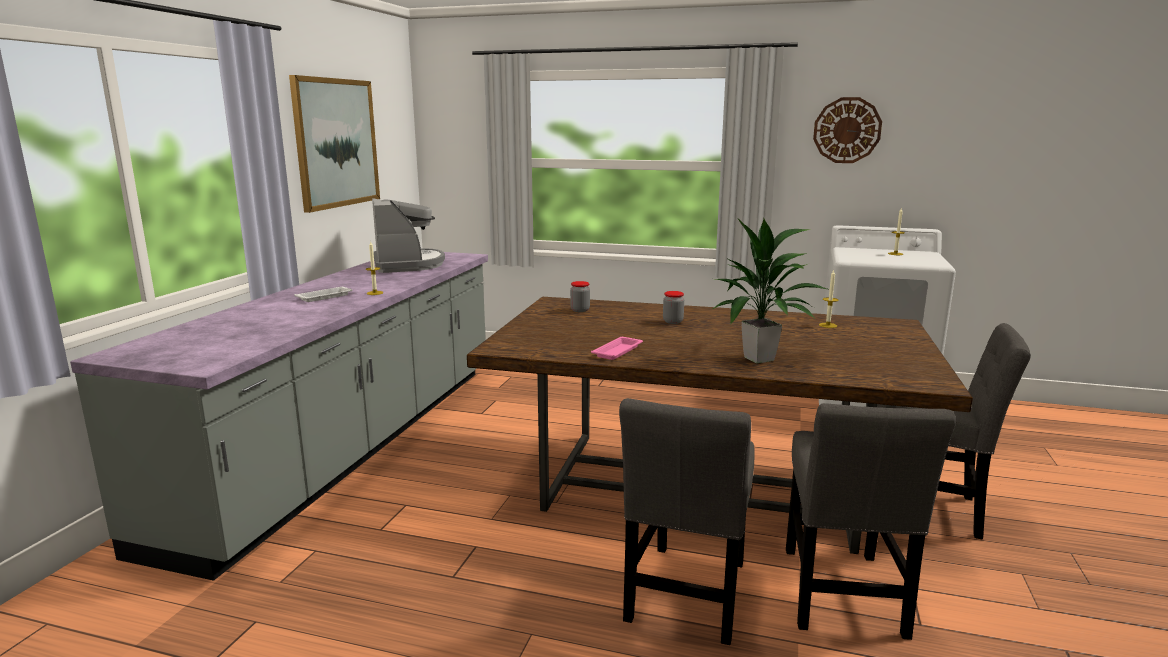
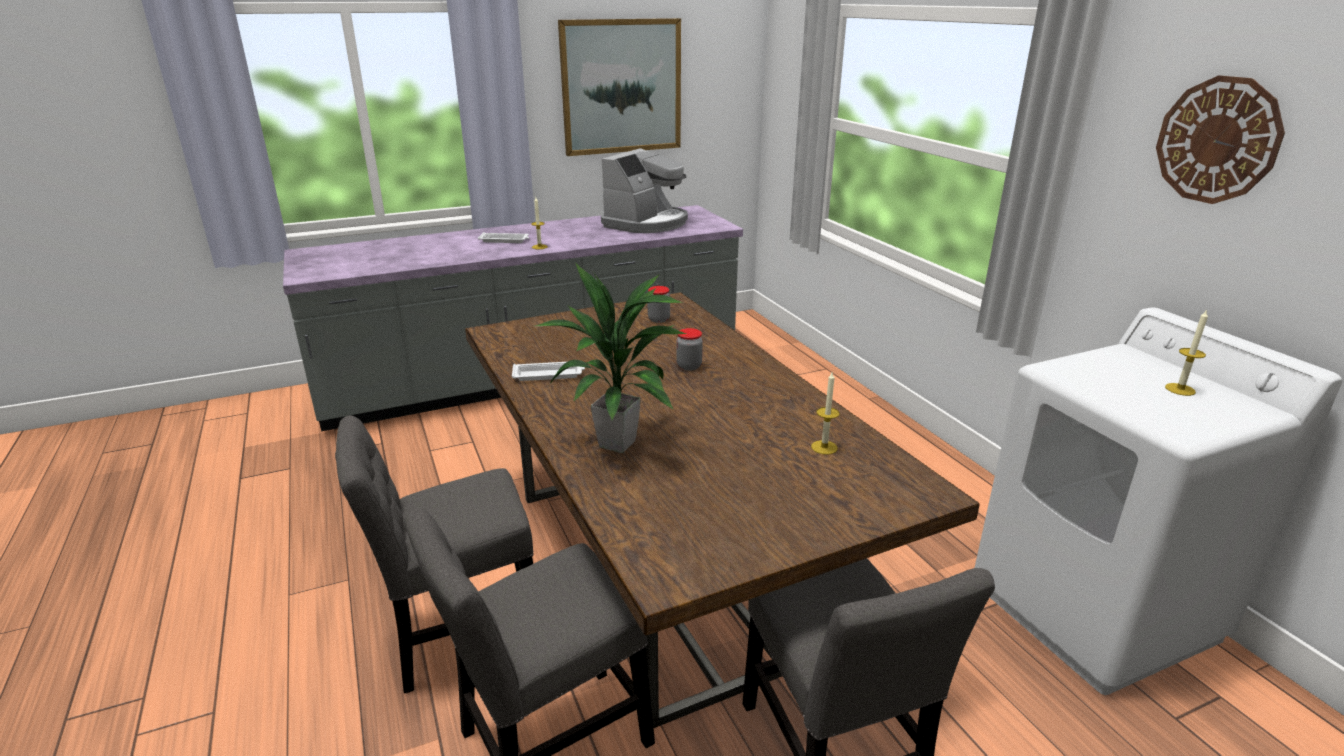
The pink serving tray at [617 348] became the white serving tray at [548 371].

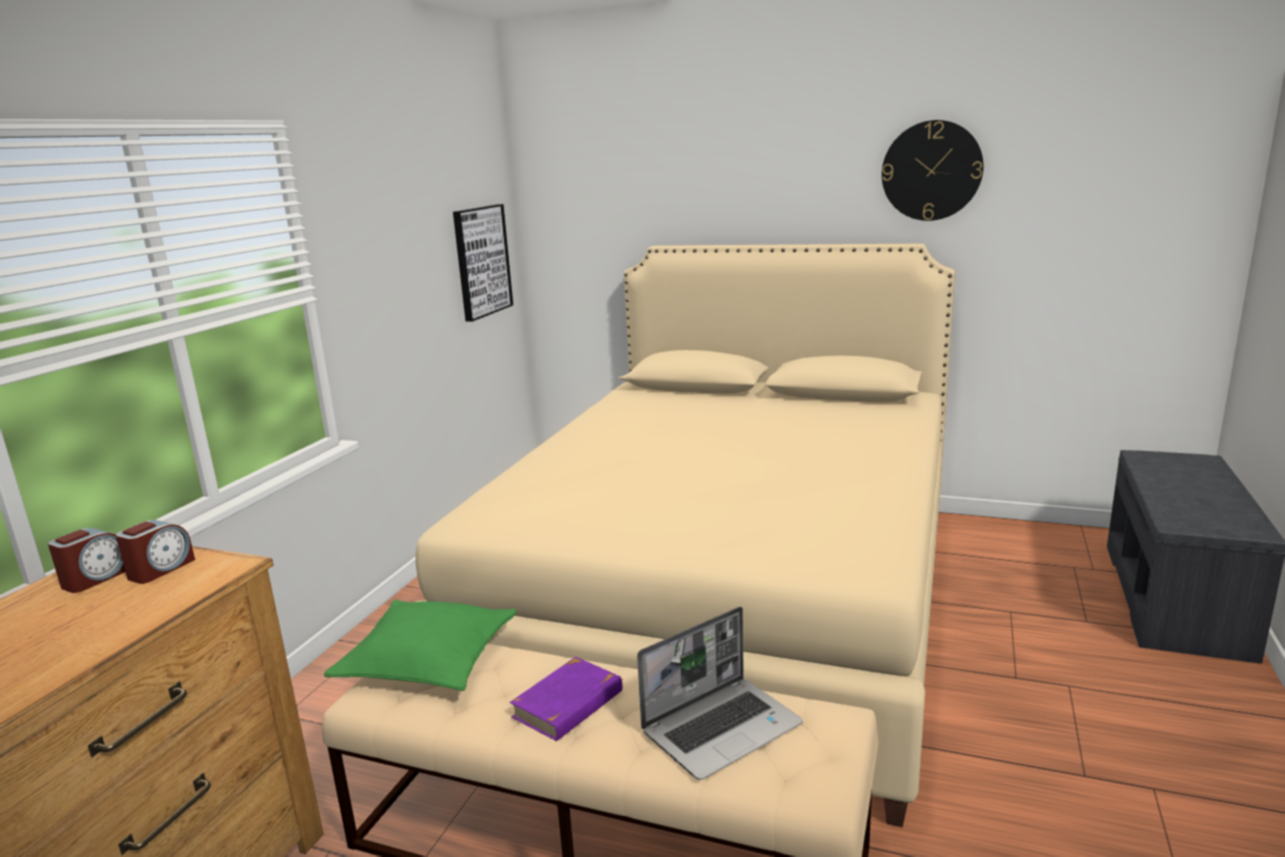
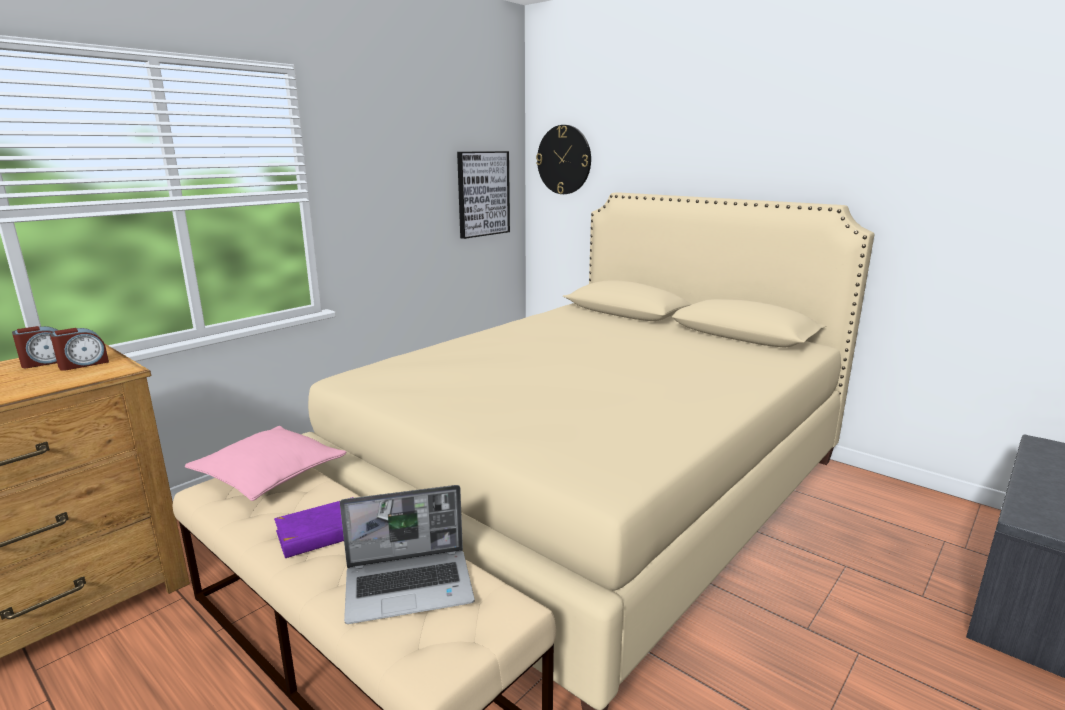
The hanging clock moved from [933 170] to [563 159].
The greenish throw pillow at [420 645] became the pink throw pillow at [265 463].

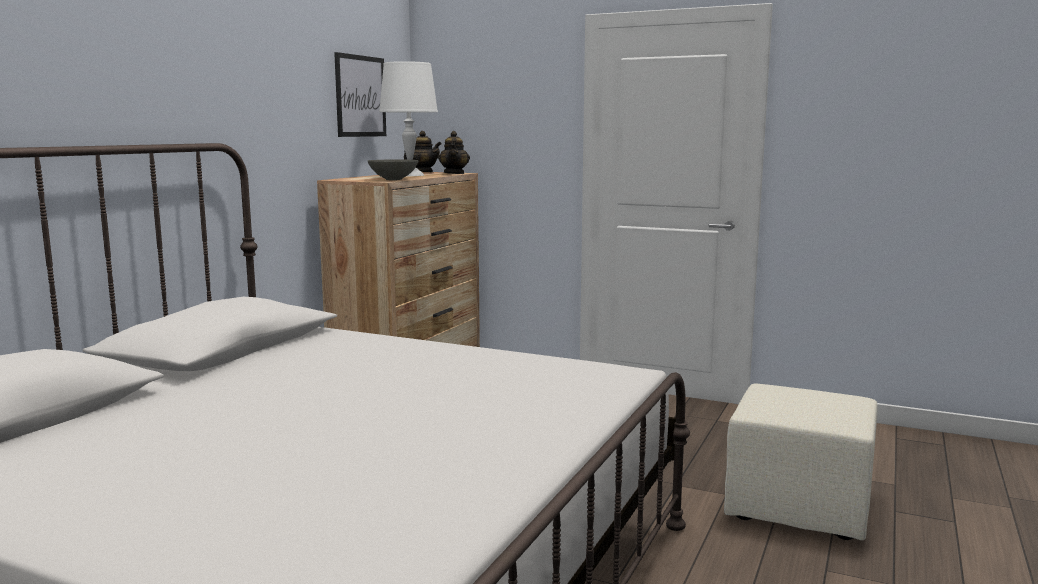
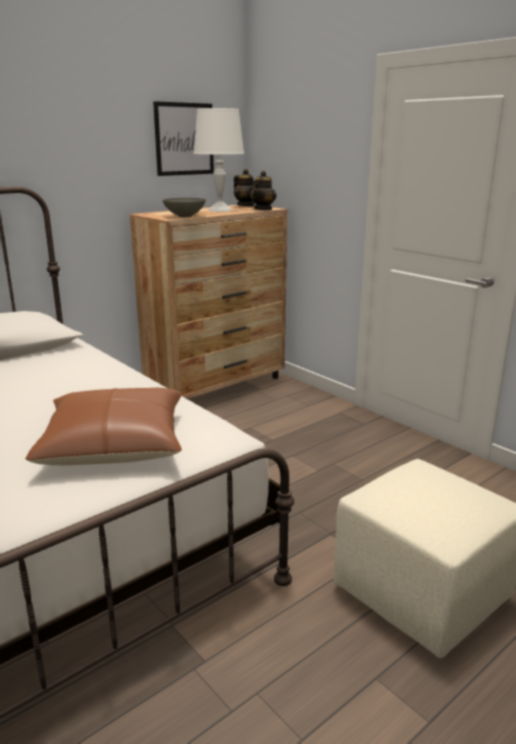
The brown-coloured throw pillow at [103 426] appeared.

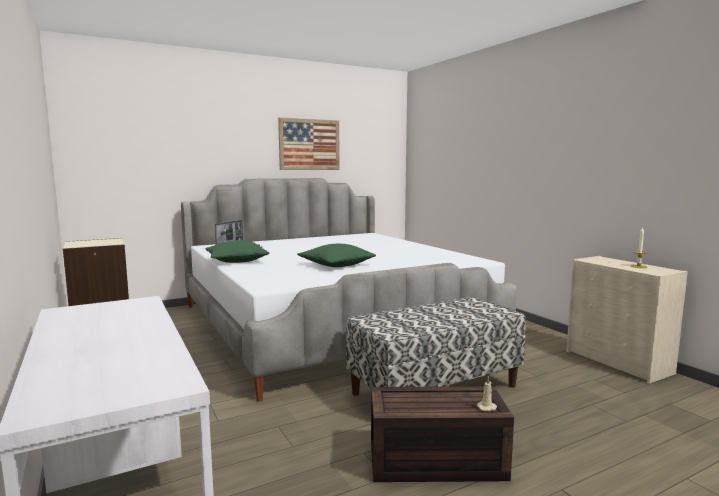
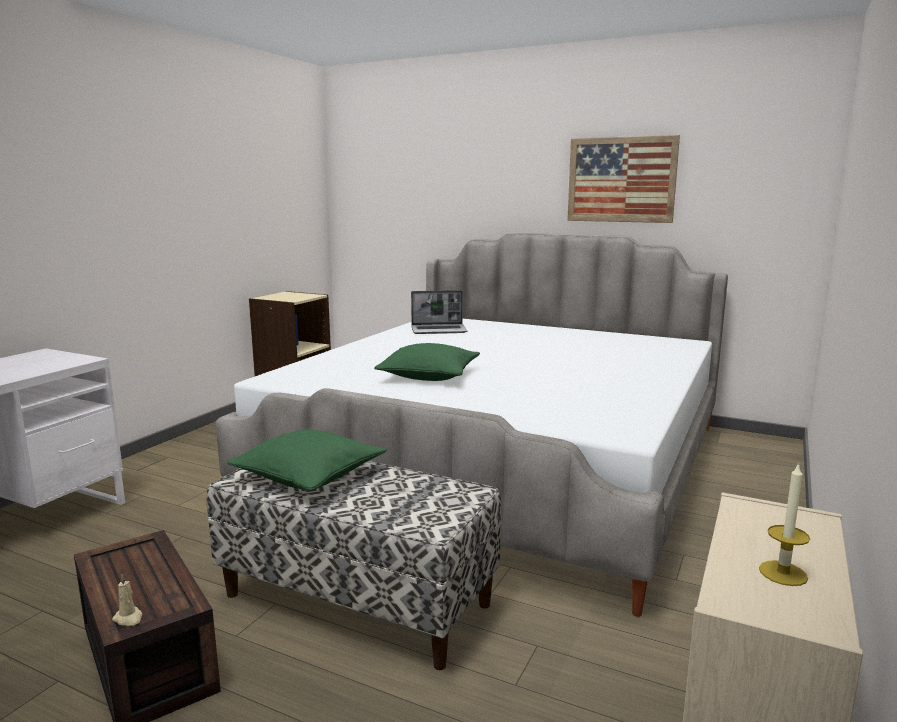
The greenish throw pillow moved from [237 251] to [307 459].

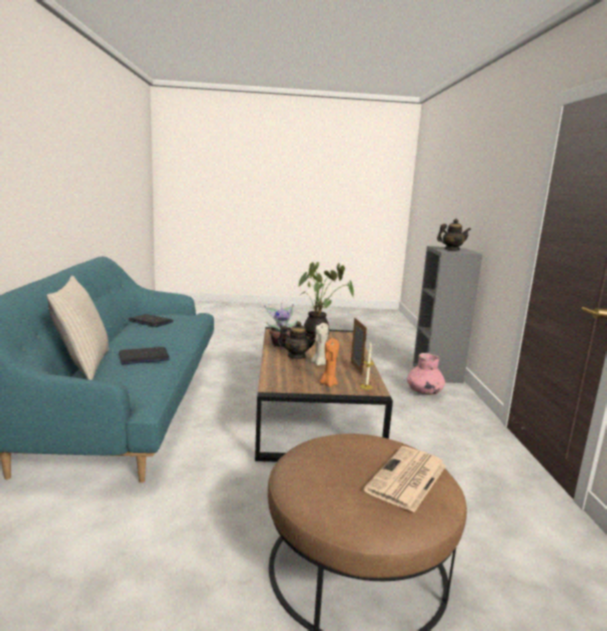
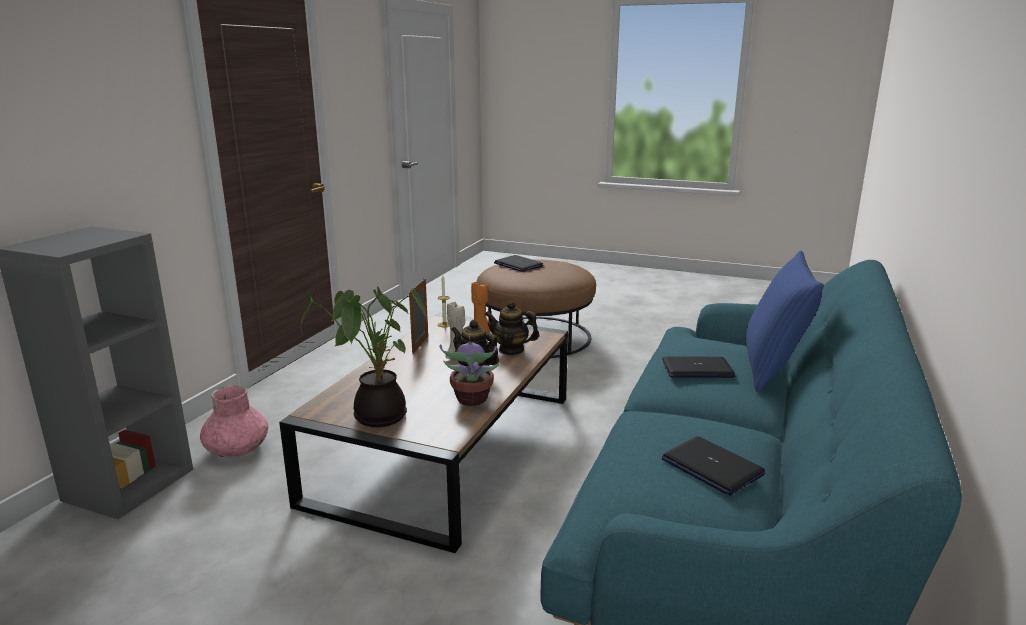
The pot for tea moved from [454 234] to [512 328].
The printed paper at [404 479] was replaced by the portable computer at [518 263].
The sand-coloured throw pillow at [77 328] became the bluish throw pillow at [785 321].

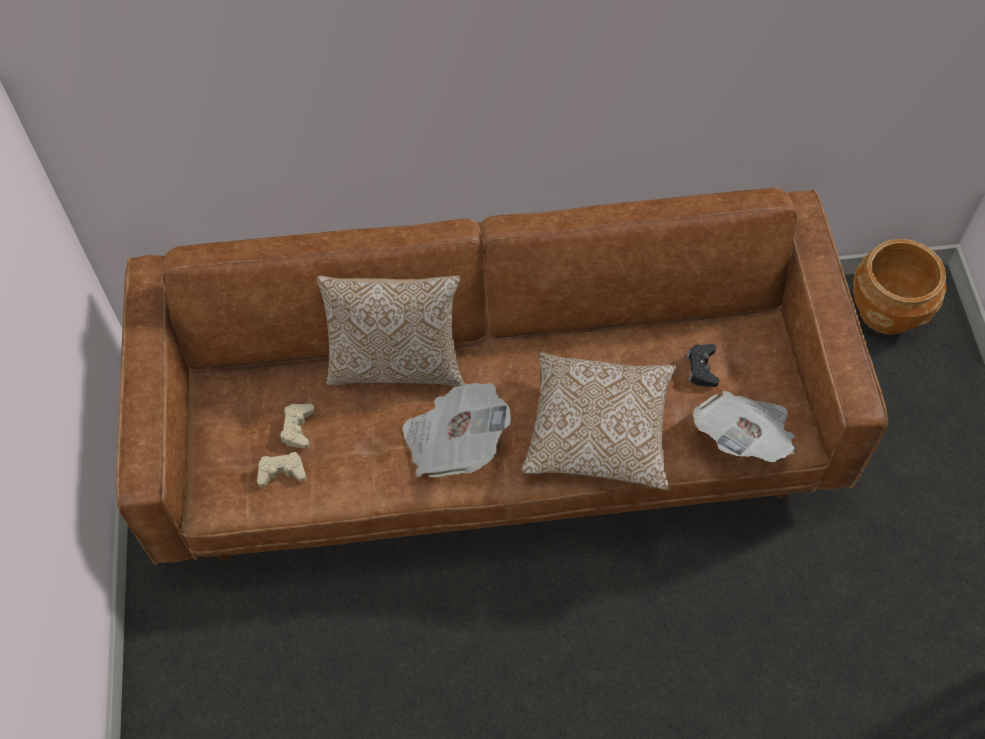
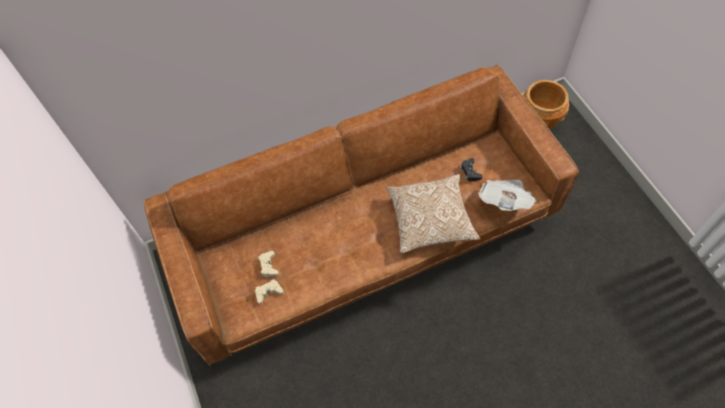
The throw pillow at [390 330] disappeared.
The printed paper at [456 430] disappeared.

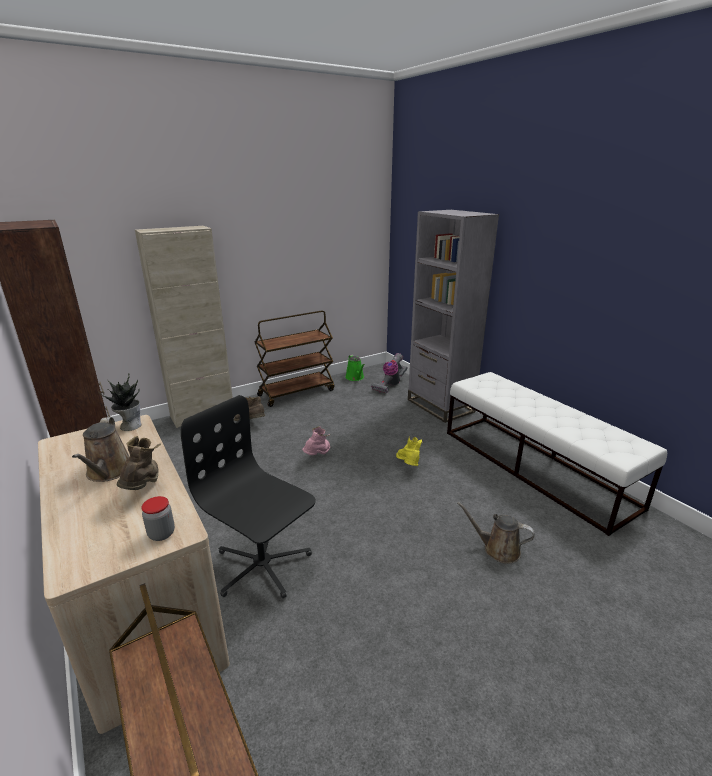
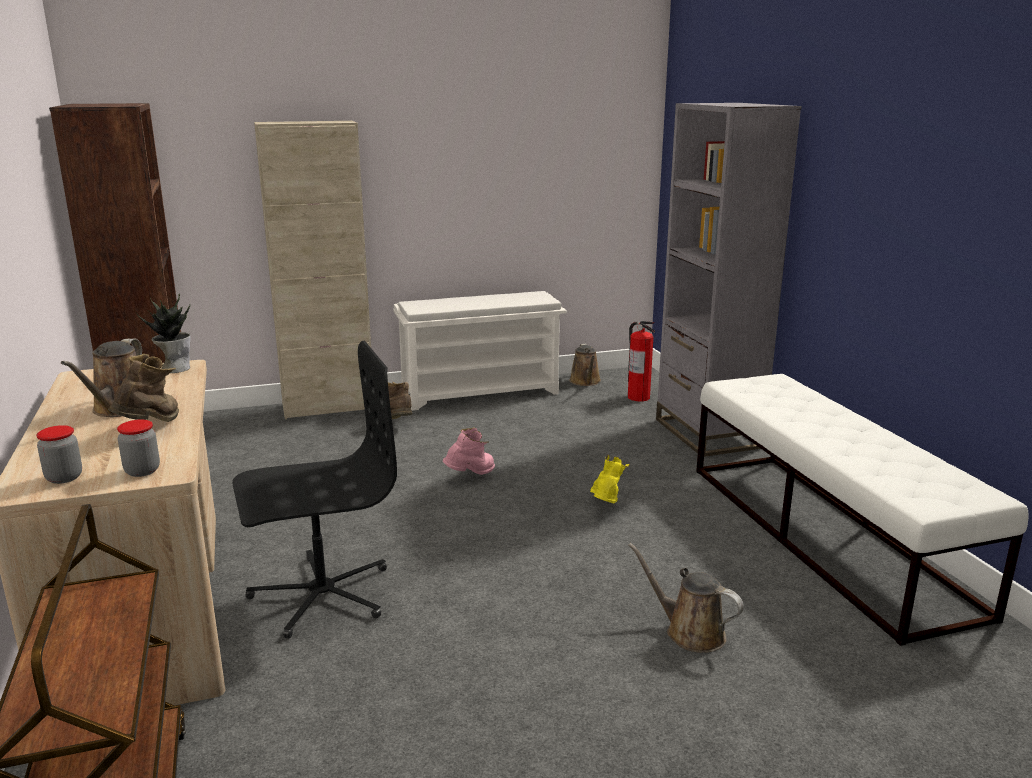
The storage jar at [59 454] appeared.
The brown-coloured trolley at [295 358] was replaced by the white shoe stand at [480 351].
The vacuum cleaner at [389 373] was replaced by the extinguisher at [641 361].
The greenish watering pot at [355 368] became the brown-coloured watering pot at [585 365].
The black desk chair at [248 497] turned 105 degrees clockwise.

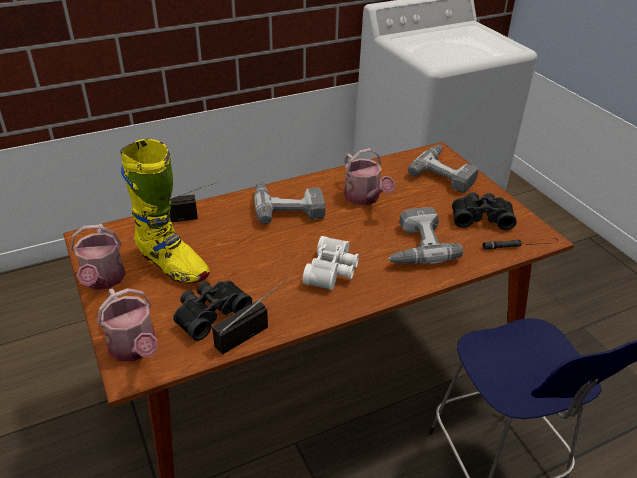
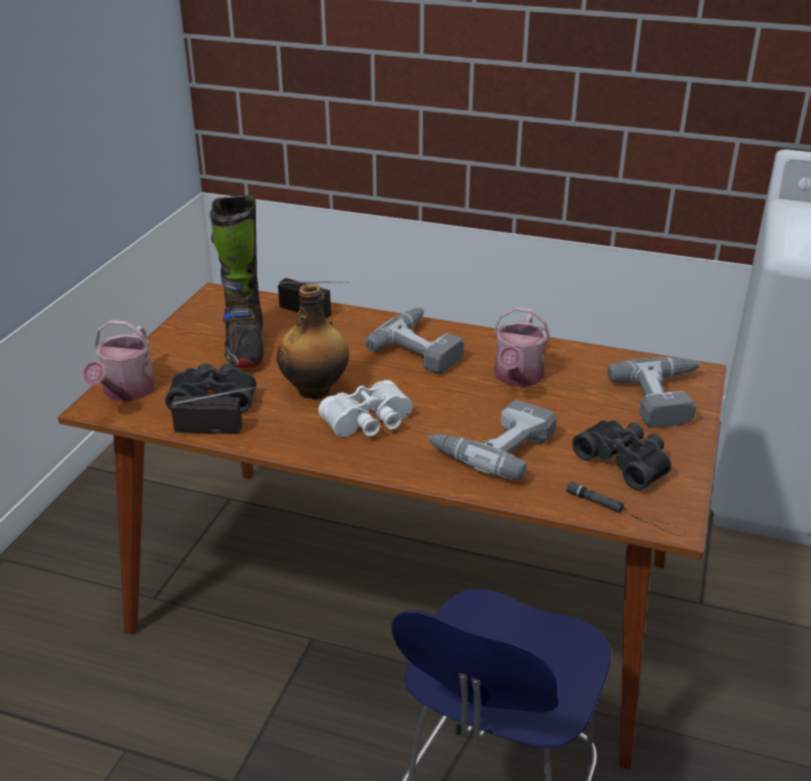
The watering pot at [98 257] disappeared.
The drink bottle at [313 341] appeared.
The yellow tall boot at [165 211] became the black tall boot at [237 281].

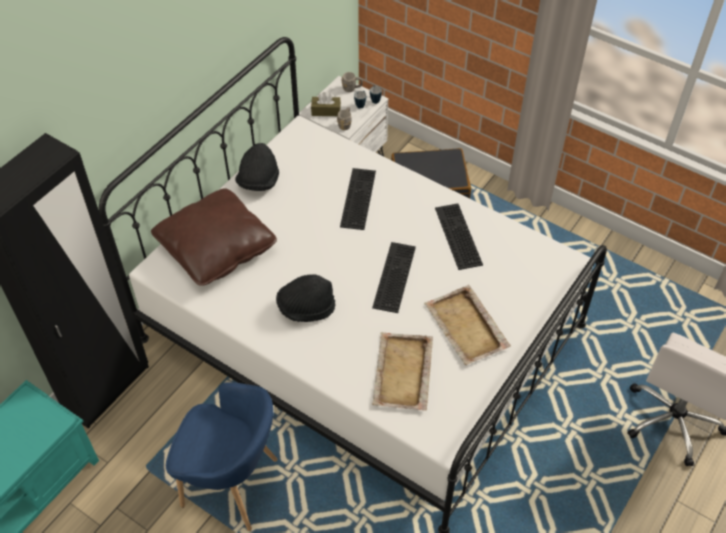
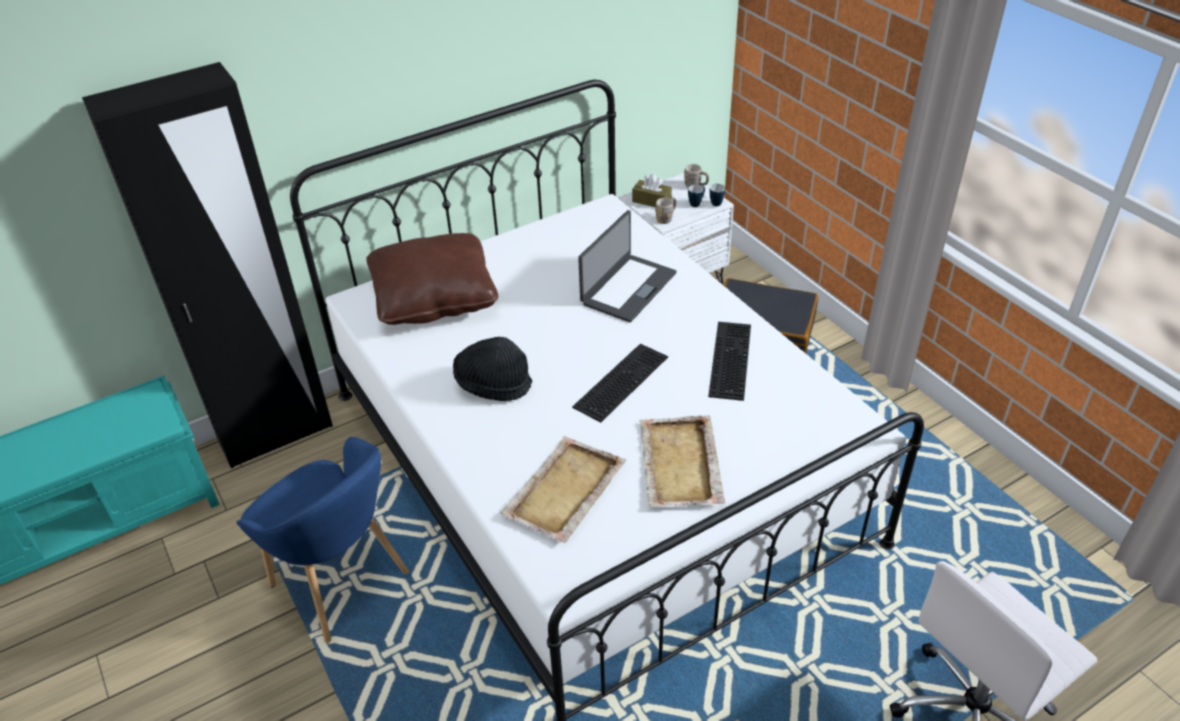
The black hat at [257 167] disappeared.
The computer keyboard at [358 199] was replaced by the portable computer at [627 266].

